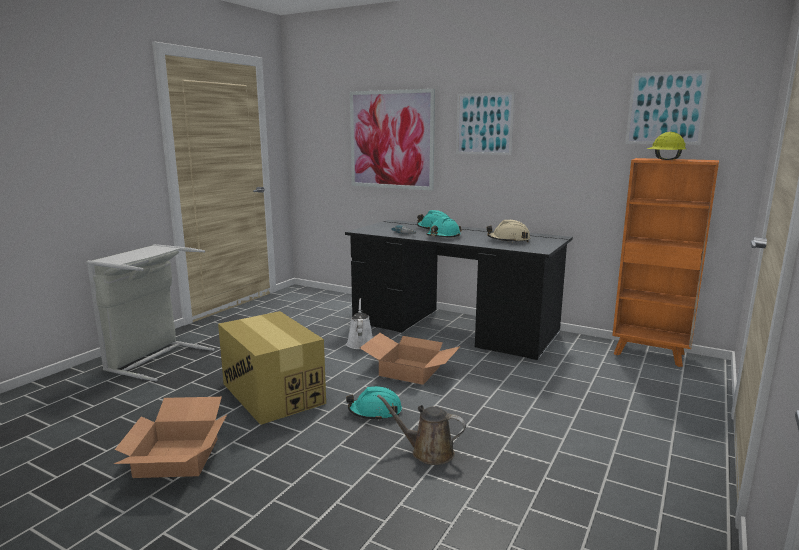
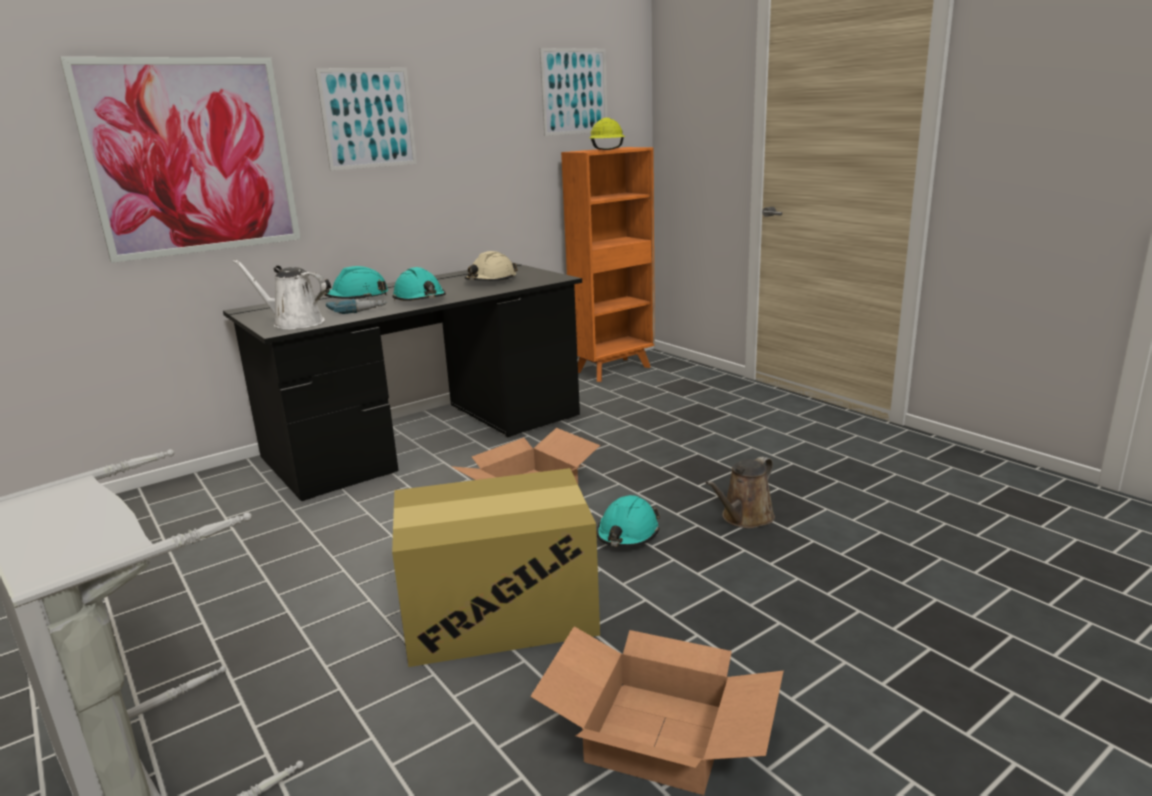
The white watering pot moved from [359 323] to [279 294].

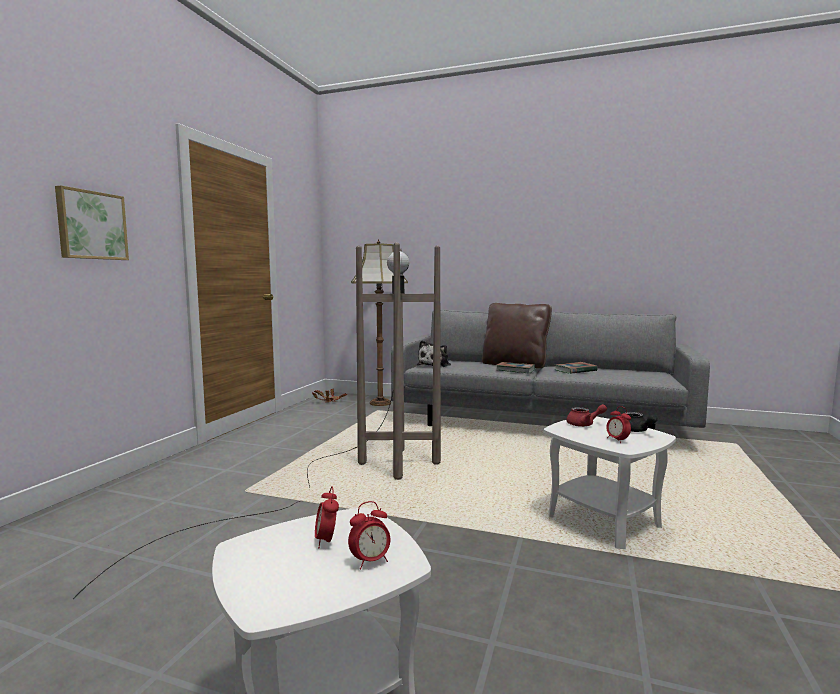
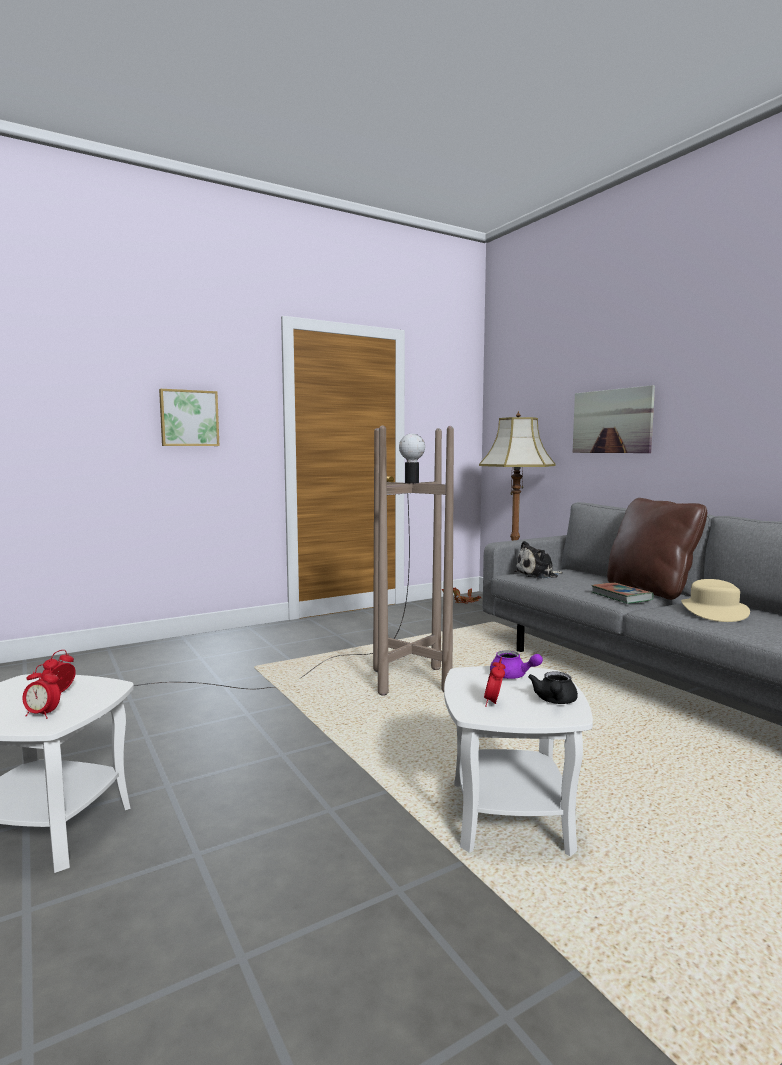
The wall art at [614 419] appeared.
The volume at [576 368] was replaced by the sand-coloured hat at [715 600].
The reddish pot for tea at [586 415] became the purplish pot for tea at [516 664].

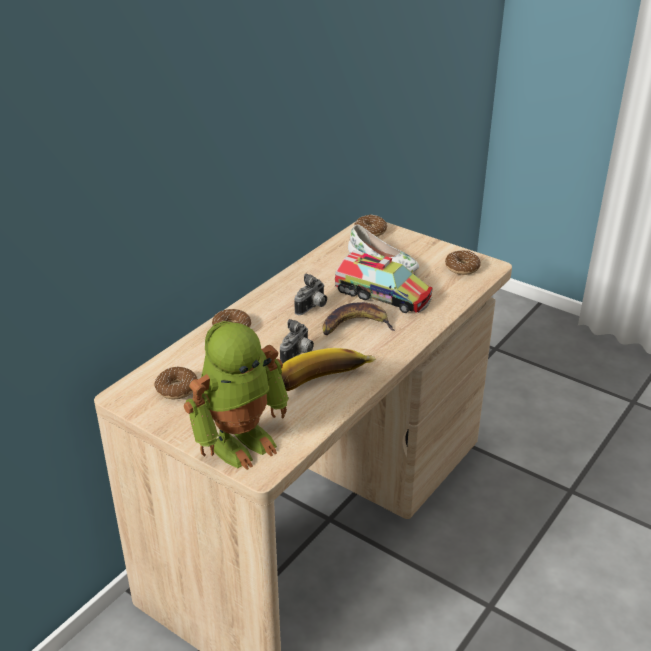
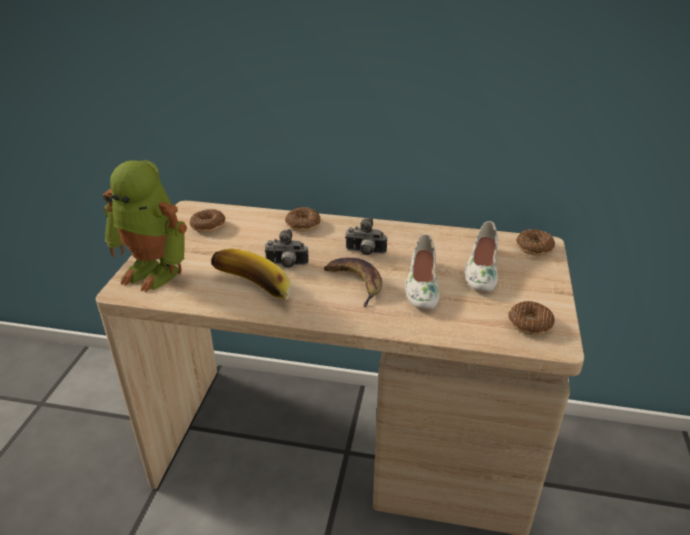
The model truck at [383 281] was replaced by the white item of footwear at [422 271].

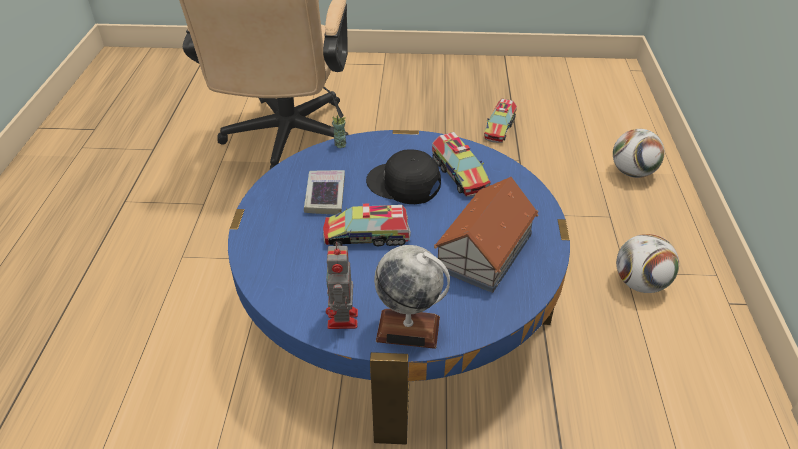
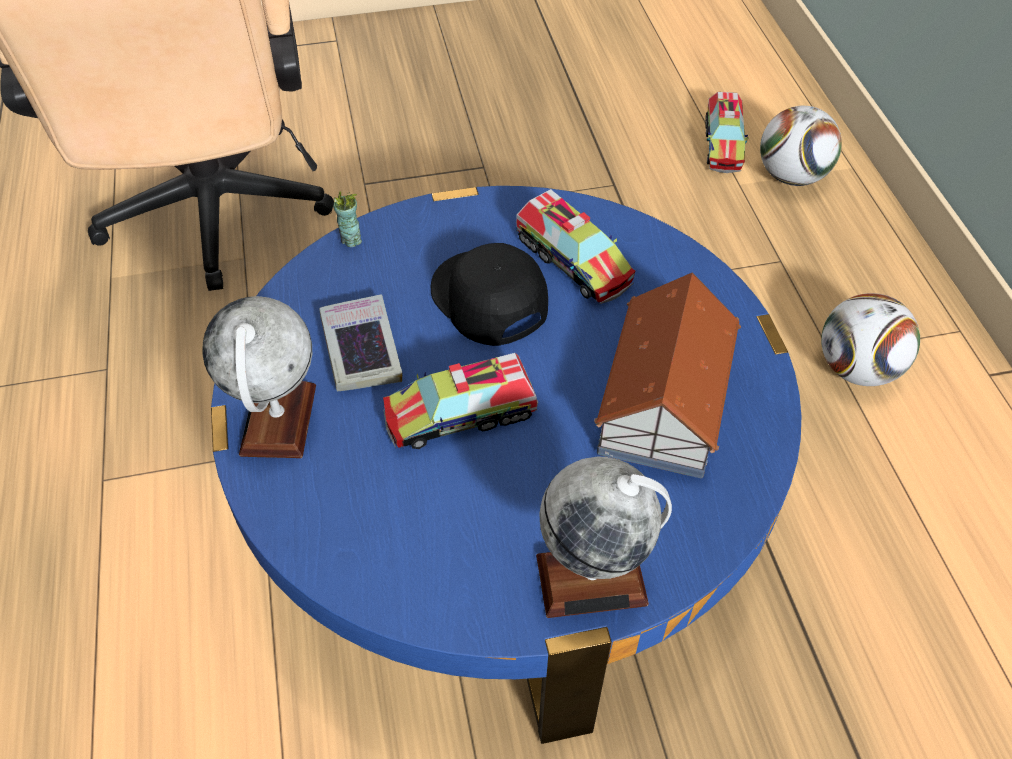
The robot figure at [342 285] disappeared.
The globe at [259 377] appeared.
The model truck moved from [500 121] to [727 132].
The black peaked cap at [403 177] turned 45 degrees clockwise.

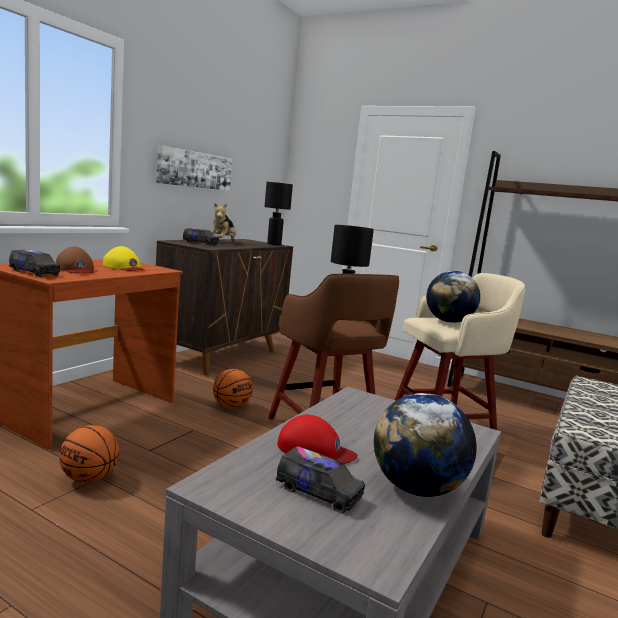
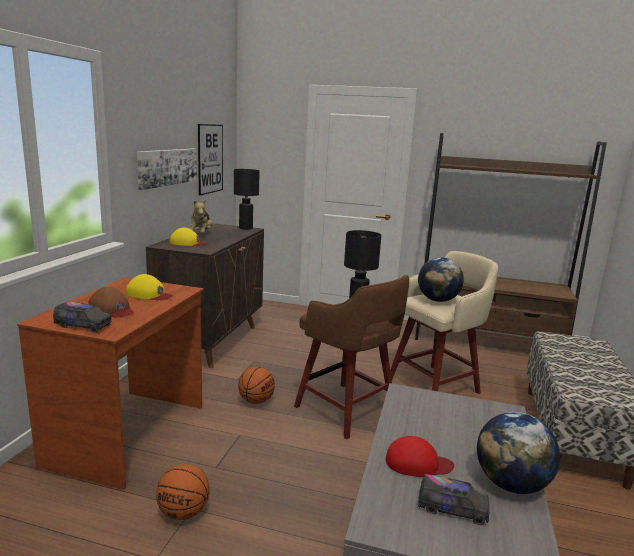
The wall art at [210 159] appeared.
The model truck at [201 237] was replaced by the yellow peaked cap at [188 237].

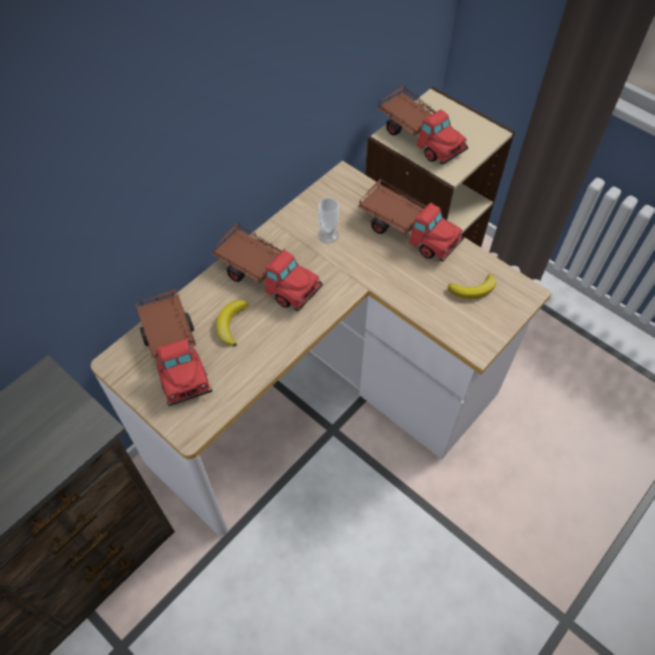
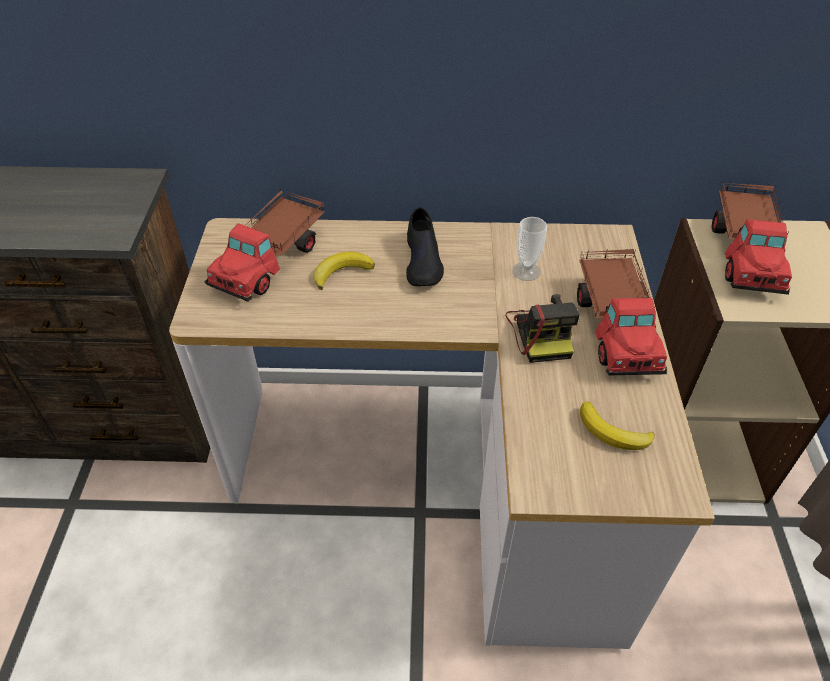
The photo camera at [542 328] appeared.
The model truck at [267 267] was replaced by the black item of footwear at [425 246].

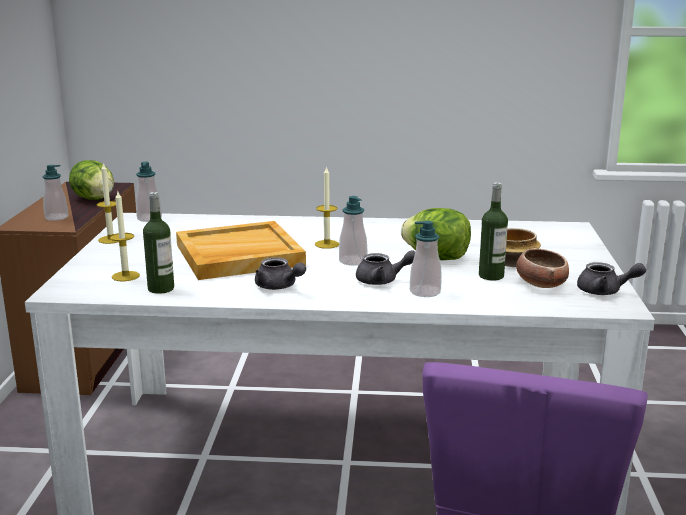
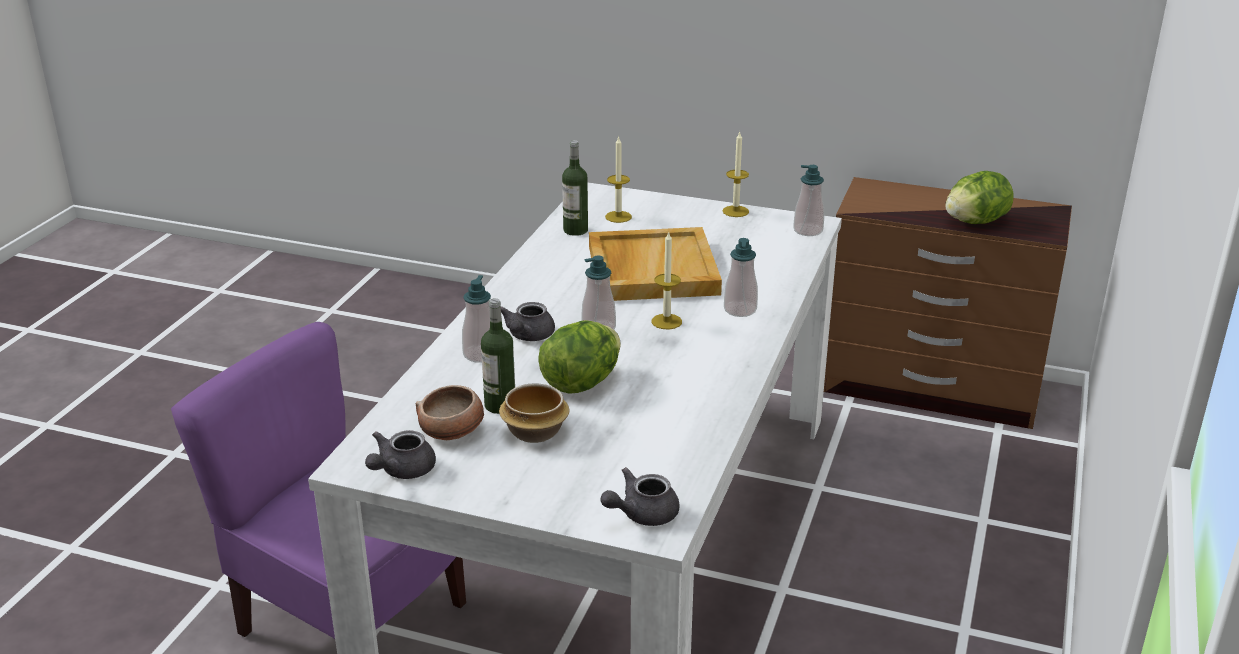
The liquid soap bottle moved from [55 193] to [741 277].
The grey pot for tea moved from [280 273] to [640 496].

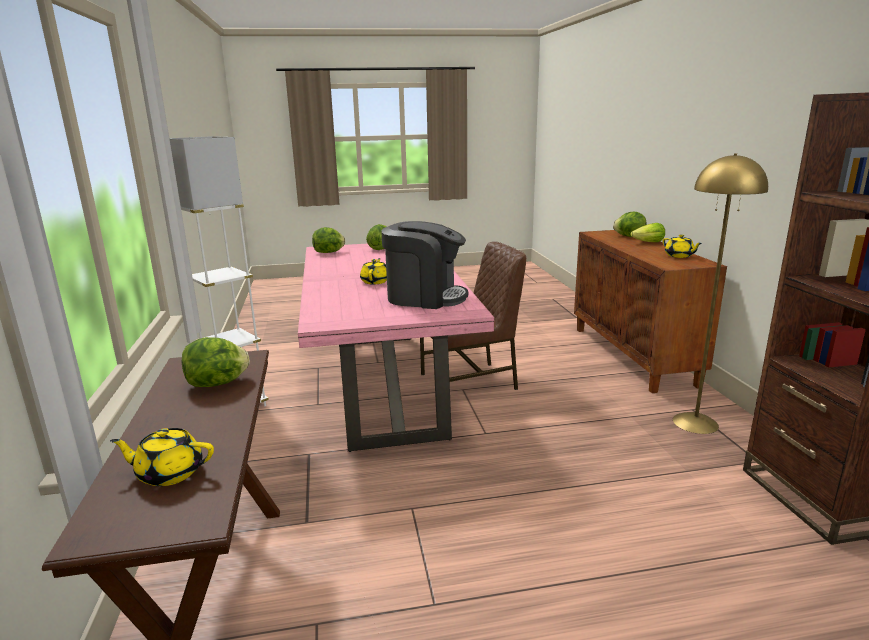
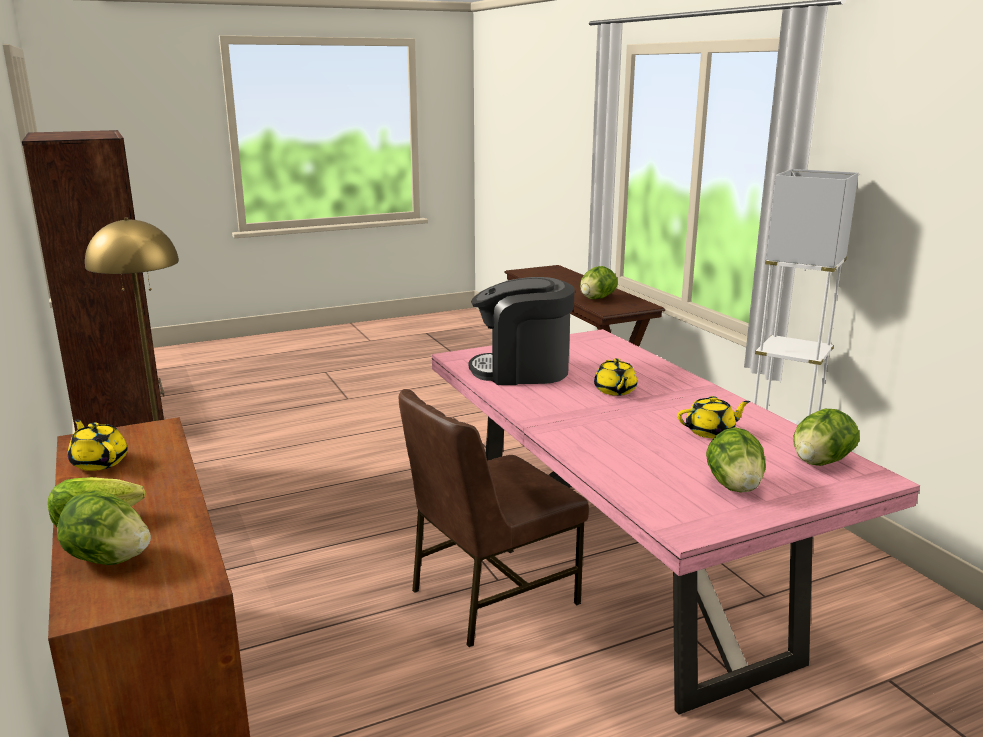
The yellow pot for tea moved from [162 457] to [714 417].

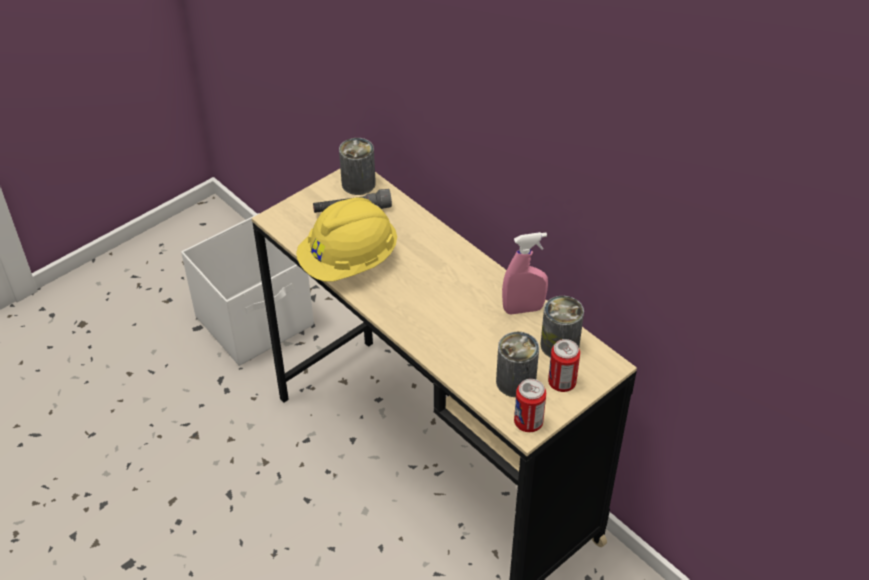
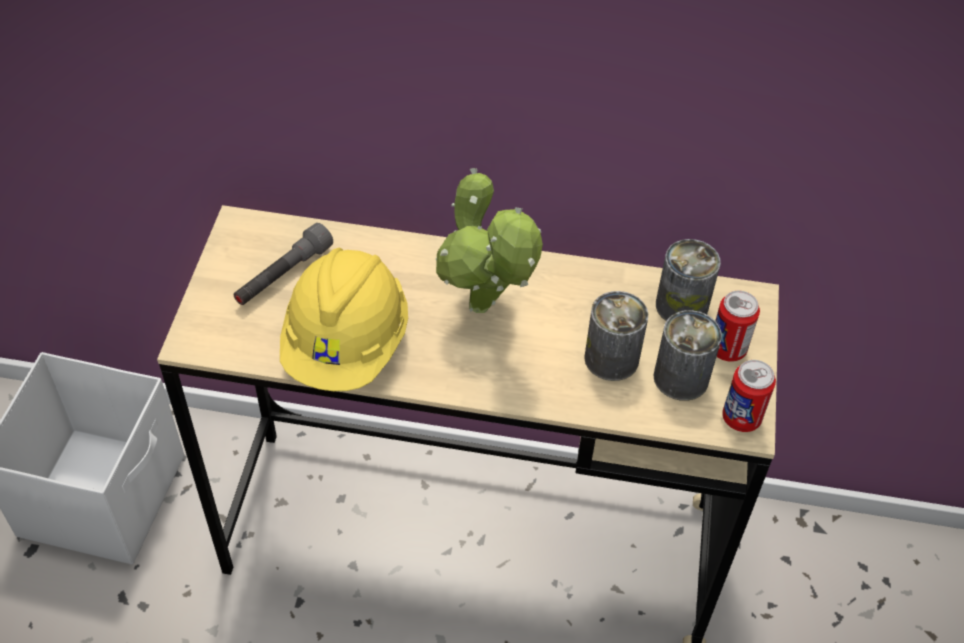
The pink hand sprayer at [525 273] disappeared.
The houseplant at [489 240] appeared.
The metal can moved from [357 166] to [616 336].

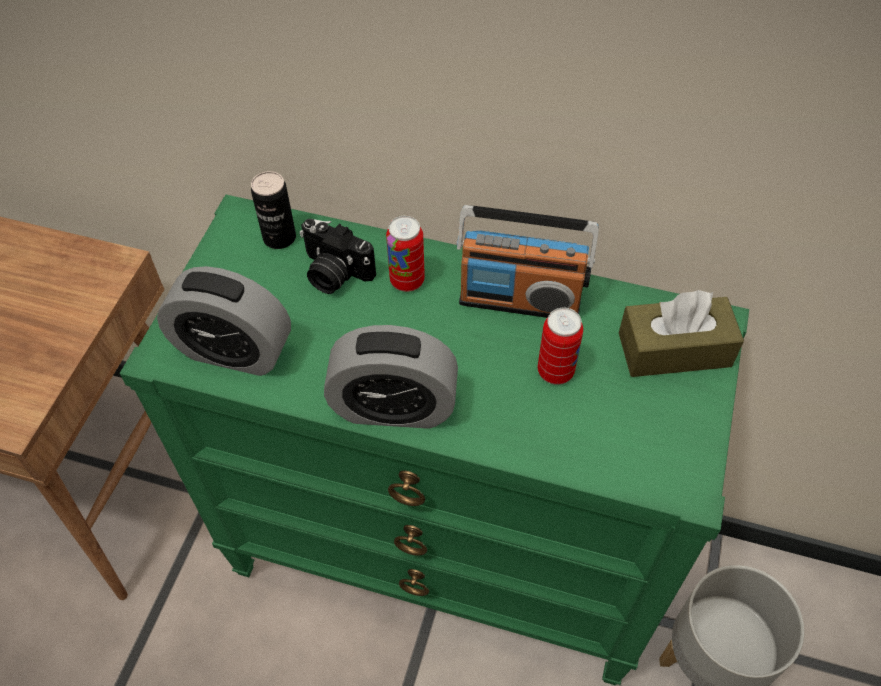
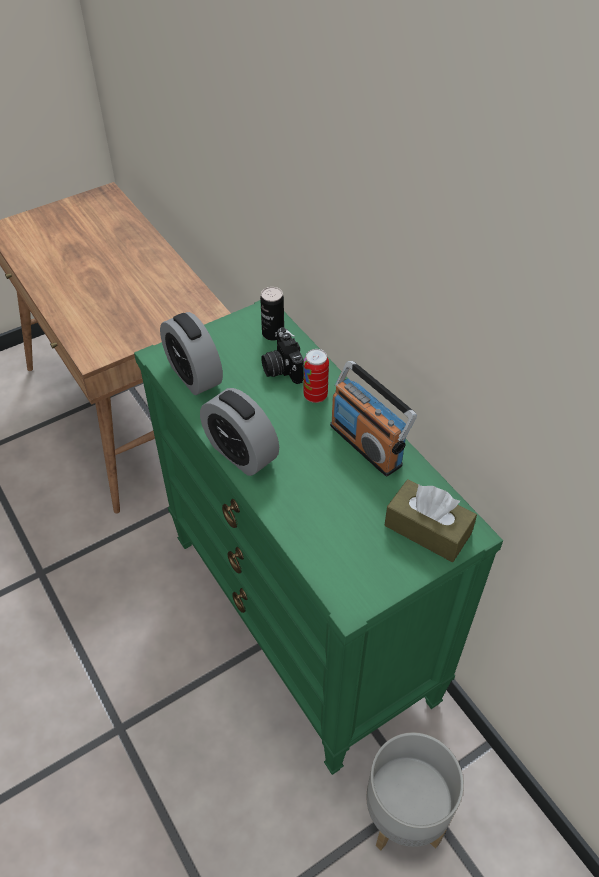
The metal can at [560 346] disappeared.

